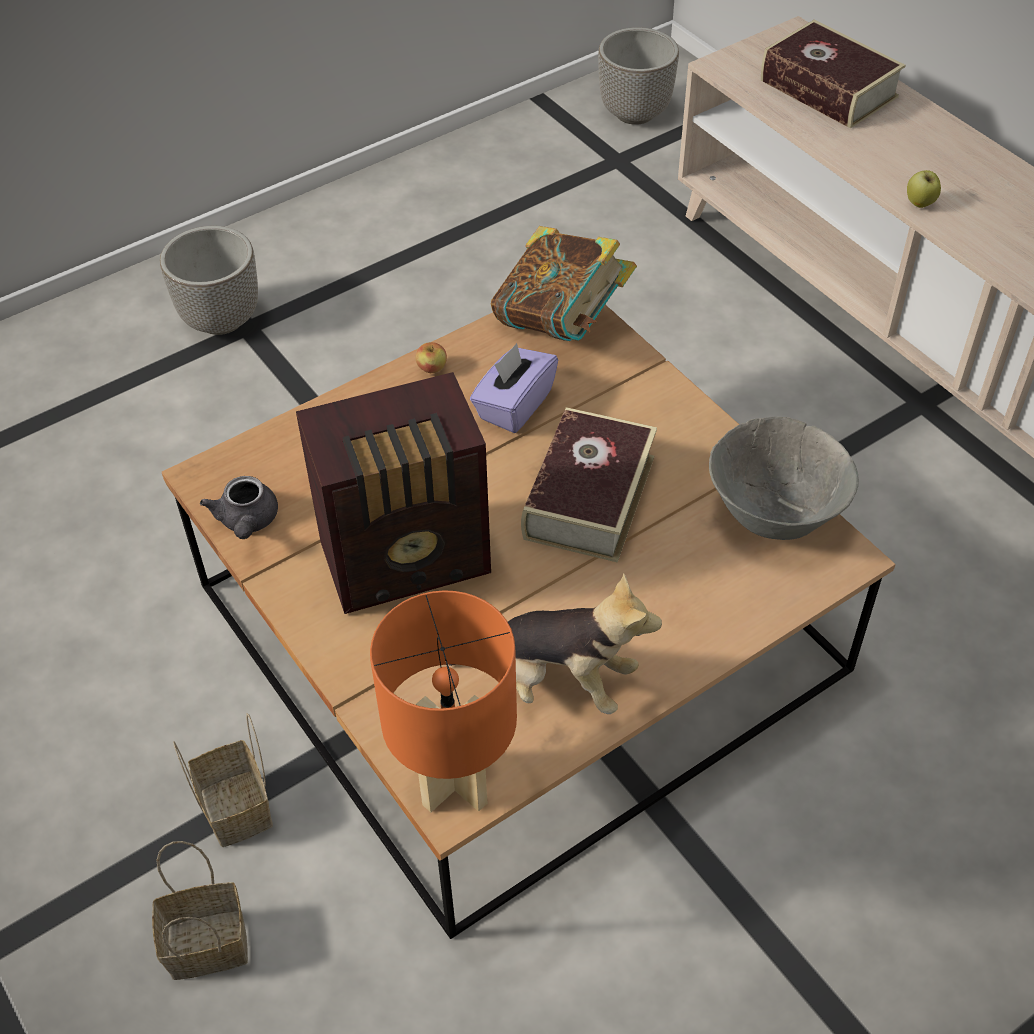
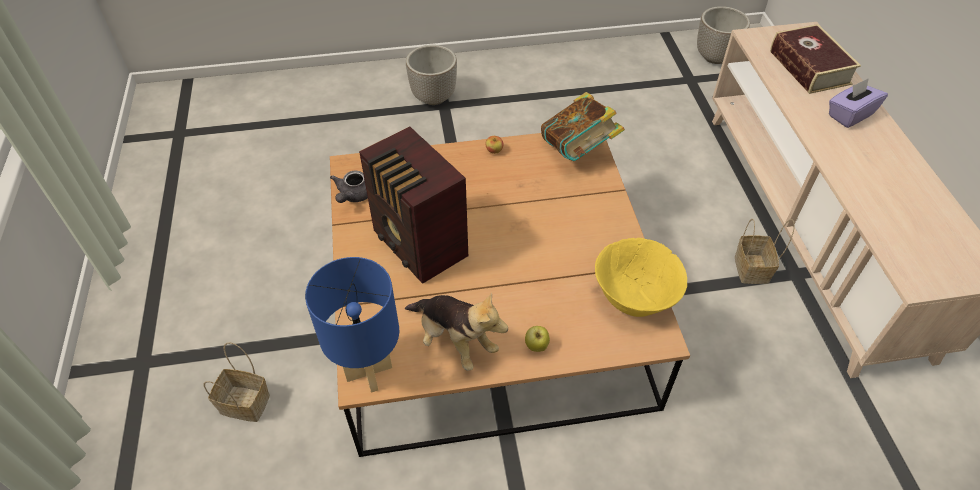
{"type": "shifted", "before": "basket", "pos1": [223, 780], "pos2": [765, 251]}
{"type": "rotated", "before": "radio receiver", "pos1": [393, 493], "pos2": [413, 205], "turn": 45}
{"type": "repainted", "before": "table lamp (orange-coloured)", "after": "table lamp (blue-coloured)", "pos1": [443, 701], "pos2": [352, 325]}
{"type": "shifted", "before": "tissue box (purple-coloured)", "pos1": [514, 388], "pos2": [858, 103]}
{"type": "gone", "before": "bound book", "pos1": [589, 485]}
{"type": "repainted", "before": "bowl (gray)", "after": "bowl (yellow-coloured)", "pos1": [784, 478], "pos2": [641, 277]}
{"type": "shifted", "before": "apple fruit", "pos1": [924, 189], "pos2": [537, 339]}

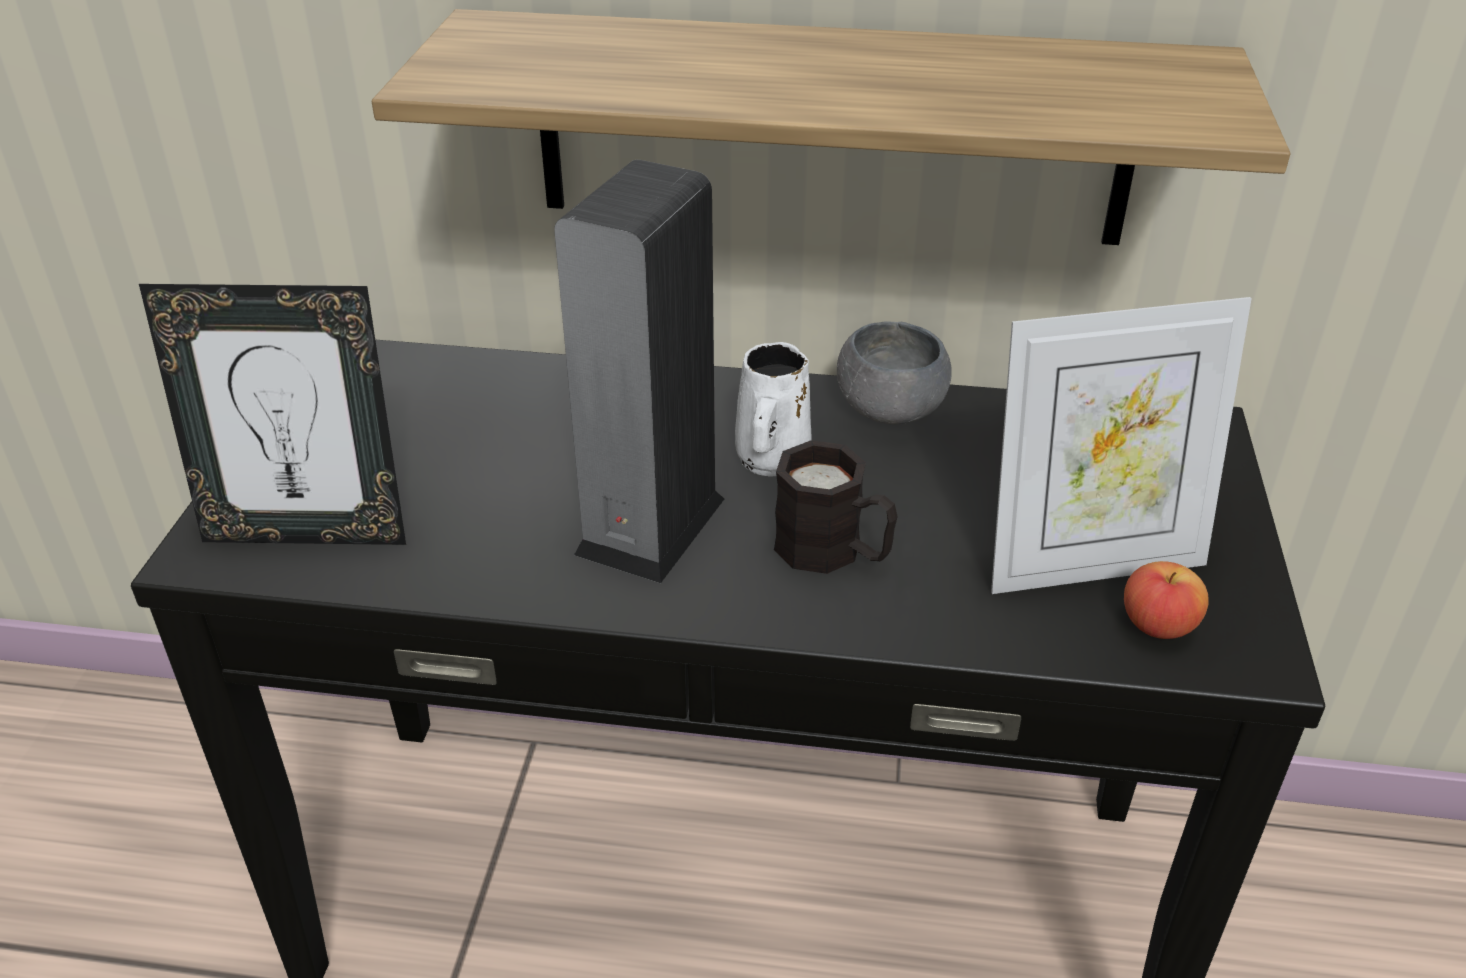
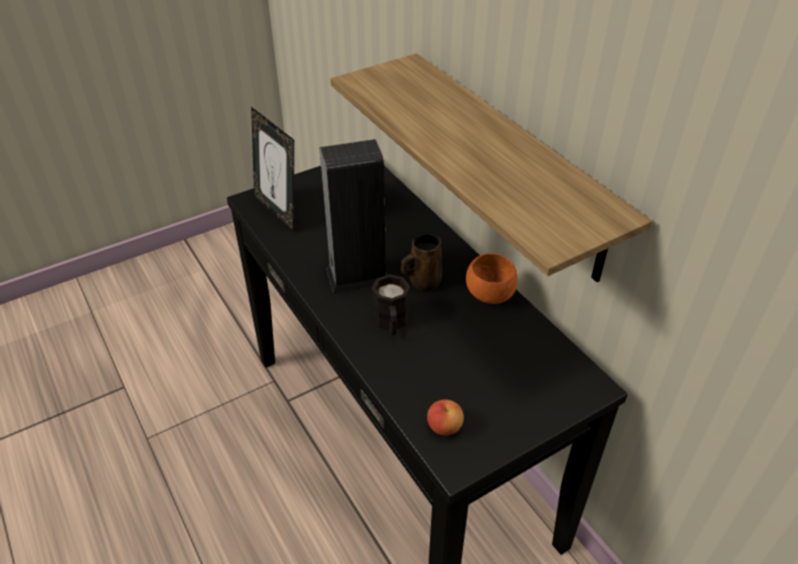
{"type": "repainted", "before": "mug (whitish)", "after": "mug (brown-coloured)", "pos1": [773, 409], "pos2": [421, 262]}
{"type": "repainted", "before": "bowl (gray)", "after": "bowl (orange-coloured)", "pos1": [894, 373], "pos2": [492, 278]}
{"type": "gone", "before": "picture frame", "pos1": [1121, 445]}

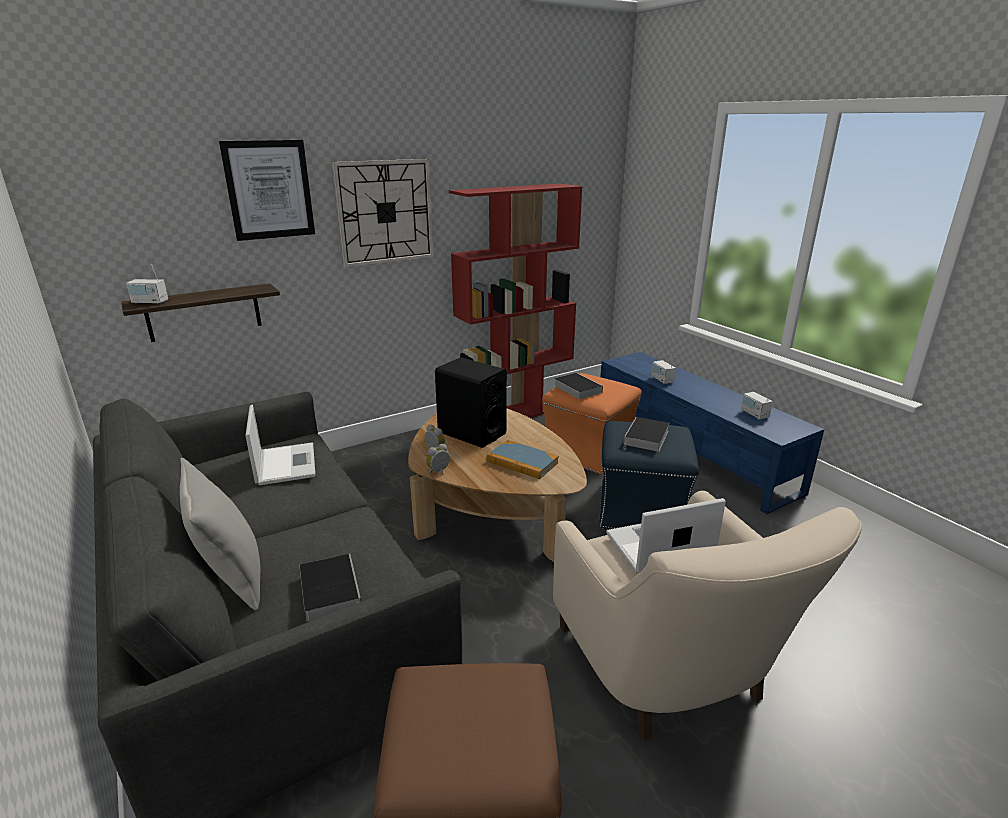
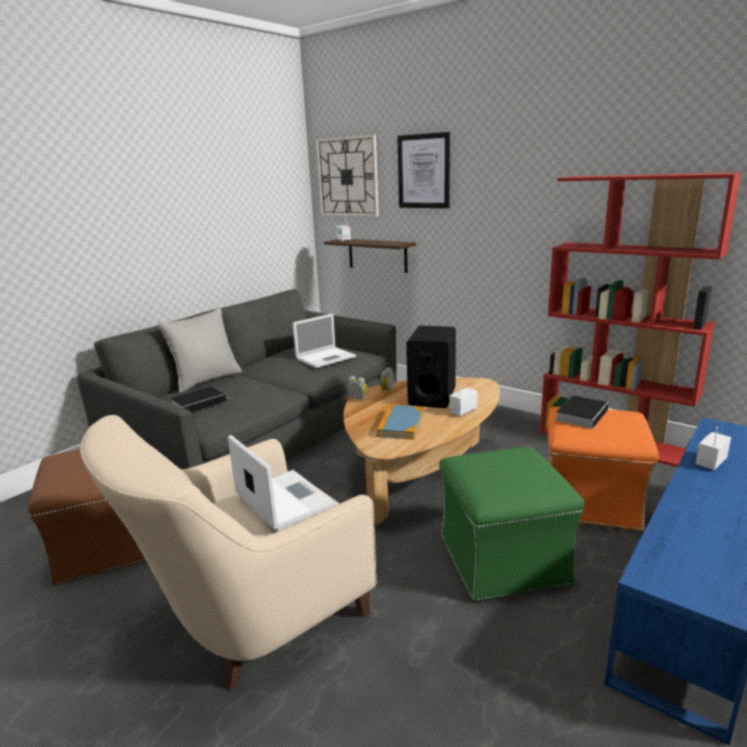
{"type": "shifted", "before": "hanging clock", "pos1": [383, 213], "pos2": [347, 175]}
{"type": "repainted", "before": "footrest (blue-coloured)", "after": "footrest (green)", "pos1": [649, 475], "pos2": [512, 524]}
{"type": "gone", "before": "bound book", "pos1": [646, 434]}
{"type": "shifted", "before": "radio receiver", "pos1": [757, 403], "pos2": [463, 398]}

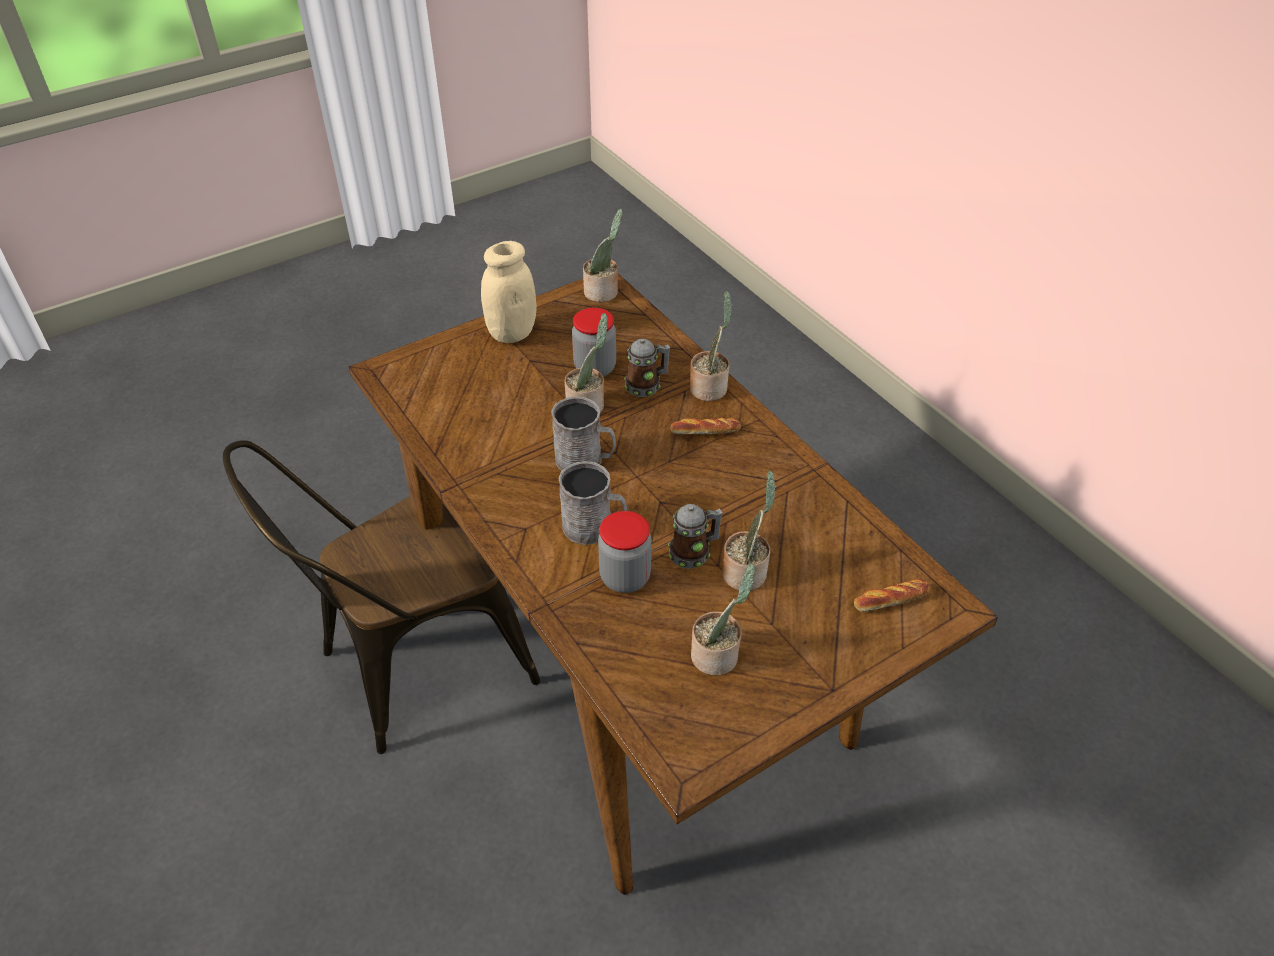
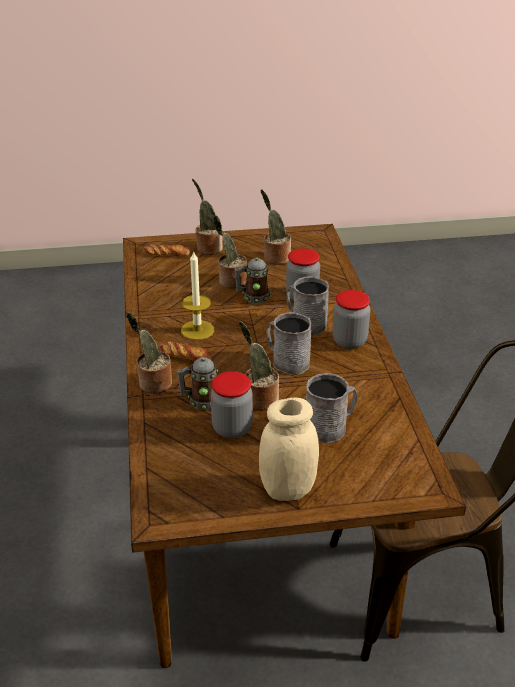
{"type": "shifted", "before": "houseplant", "pos1": [603, 255], "pos2": [207, 217]}
{"type": "new", "after": "candle", "pos2": [197, 295]}
{"type": "new", "after": "mug (gray)", "pos2": [331, 408]}
{"type": "new", "after": "jar", "pos2": [351, 319]}

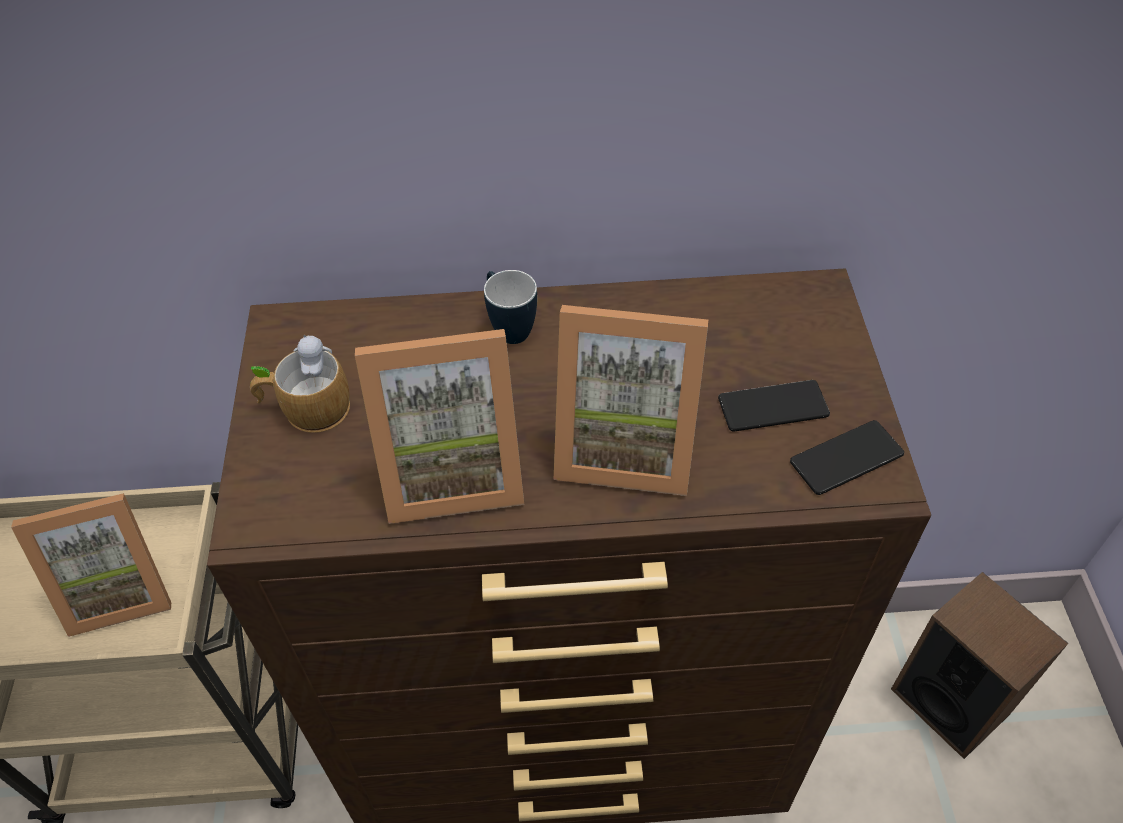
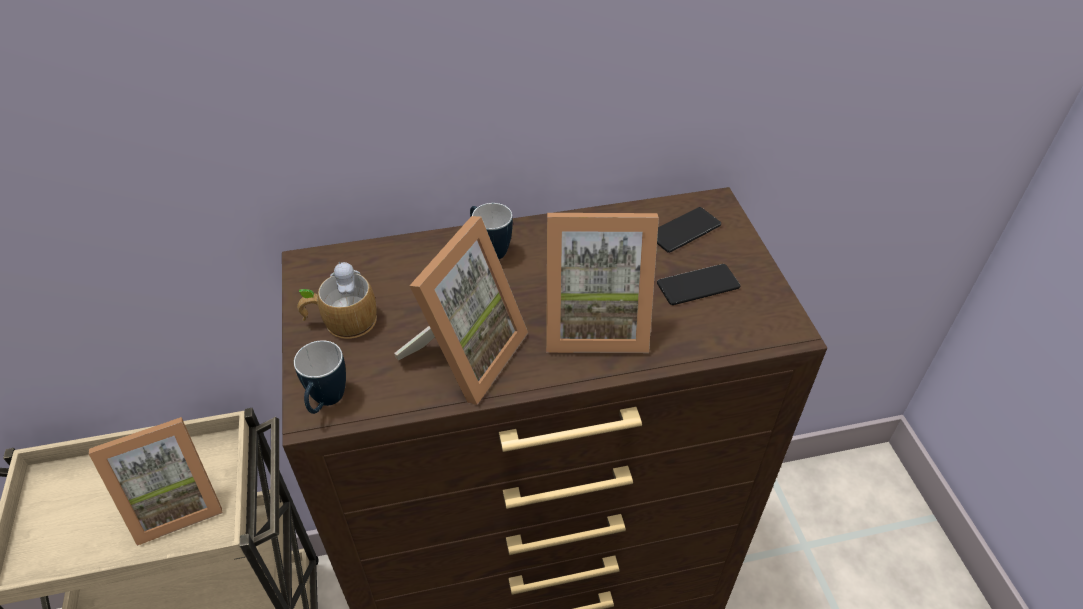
{"type": "rotated", "before": "picture frame", "pos1": [439, 426], "pos2": [461, 310], "turn": -45}
{"type": "shifted", "before": "handset", "pos1": [847, 457], "pos2": [689, 230]}
{"type": "gone", "before": "speaker", "pos1": [979, 665]}
{"type": "new", "after": "mug", "pos2": [320, 377]}

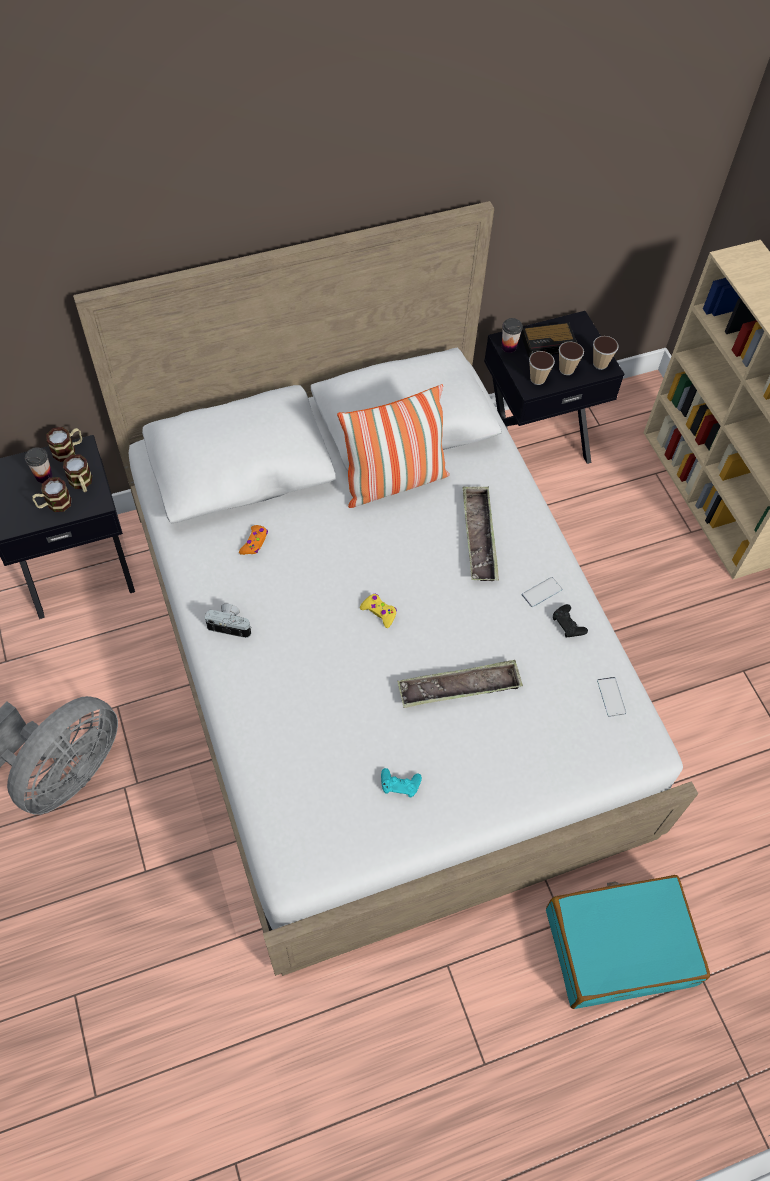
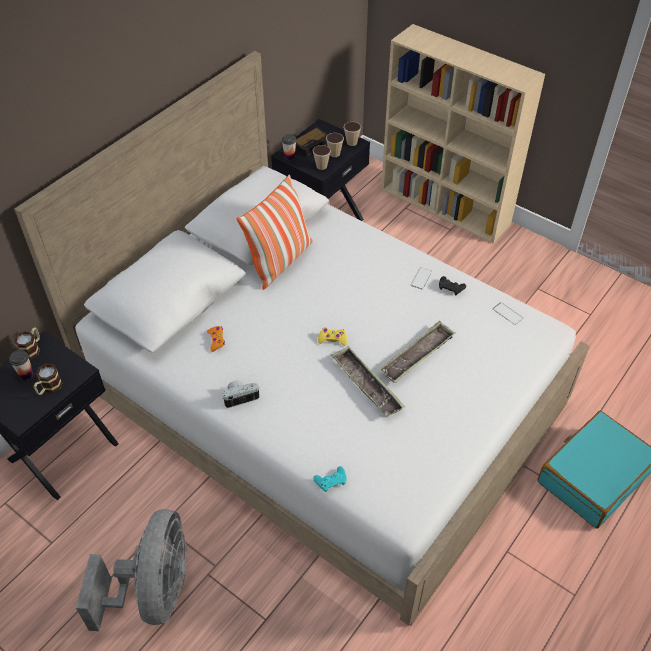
{"type": "gone", "before": "mug", "pos1": [77, 473]}
{"type": "shifted", "before": "joypad (blue-green)", "pos1": [401, 782], "pos2": [330, 479]}
{"type": "shifted", "before": "carrying tray", "pos1": [480, 533], "pos2": [368, 381]}

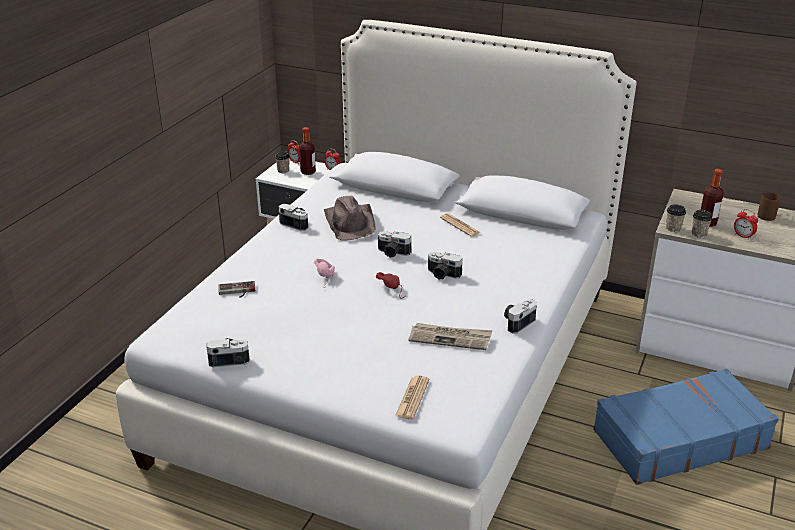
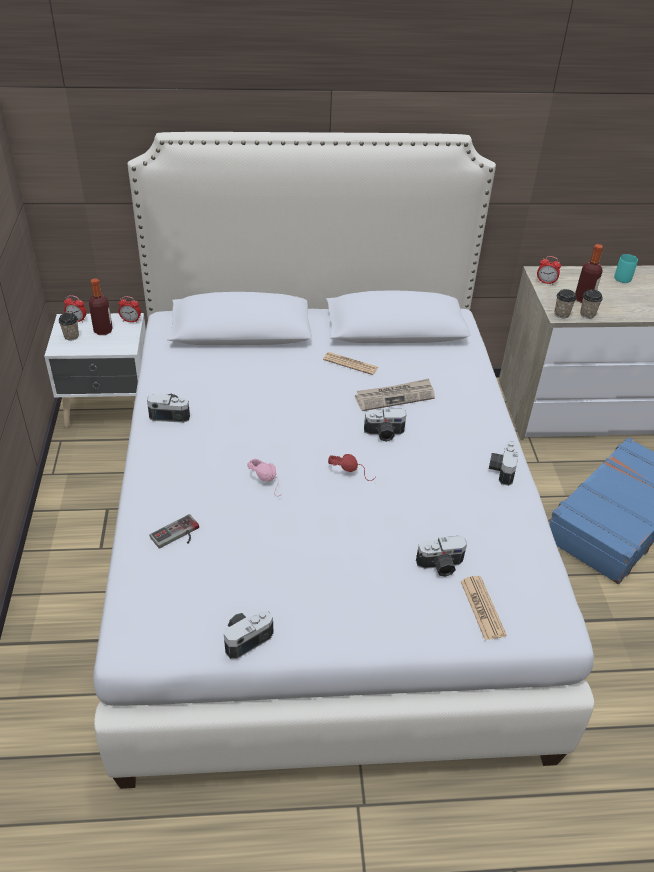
{"type": "gone", "before": "hat (brown-coloured)", "pos1": [350, 218]}
{"type": "shifted", "before": "photo camera", "pos1": [394, 244], "pos2": [441, 556]}
{"type": "shifted", "before": "newspaper", "pos1": [450, 336], "pos2": [395, 394]}
{"type": "shifted", "before": "bedside clock", "pos1": [746, 224], "pos2": [549, 270]}
{"type": "repainted", "before": "mug (brown-coloured)", "after": "mug (blue-green)", "pos1": [769, 206], "pos2": [626, 268]}

